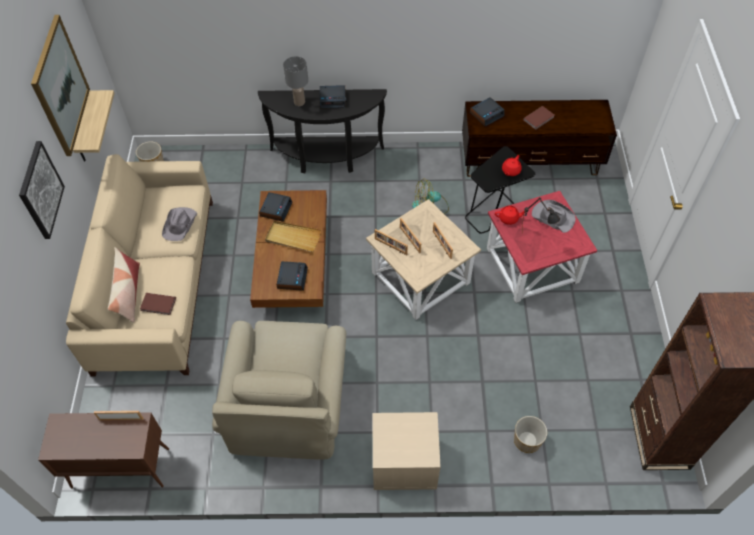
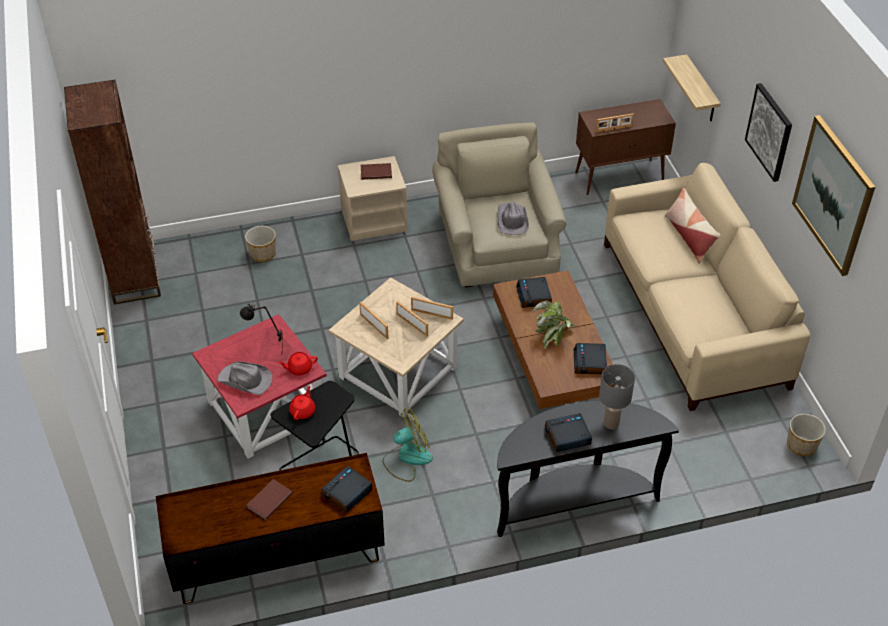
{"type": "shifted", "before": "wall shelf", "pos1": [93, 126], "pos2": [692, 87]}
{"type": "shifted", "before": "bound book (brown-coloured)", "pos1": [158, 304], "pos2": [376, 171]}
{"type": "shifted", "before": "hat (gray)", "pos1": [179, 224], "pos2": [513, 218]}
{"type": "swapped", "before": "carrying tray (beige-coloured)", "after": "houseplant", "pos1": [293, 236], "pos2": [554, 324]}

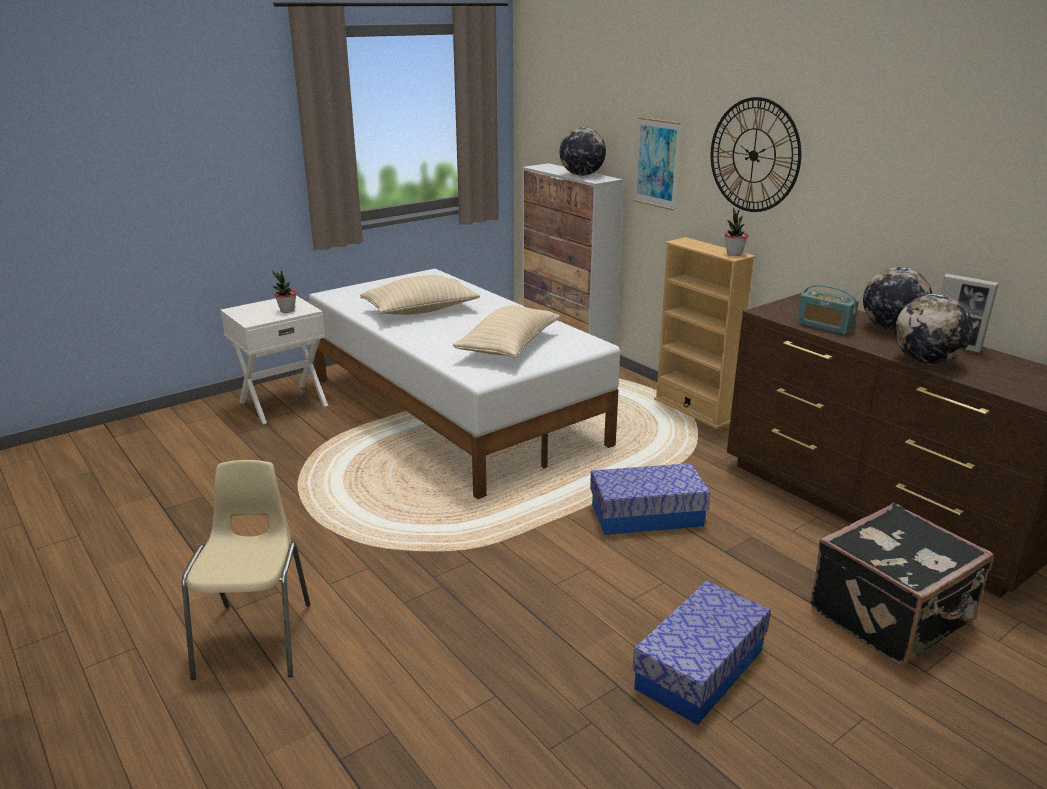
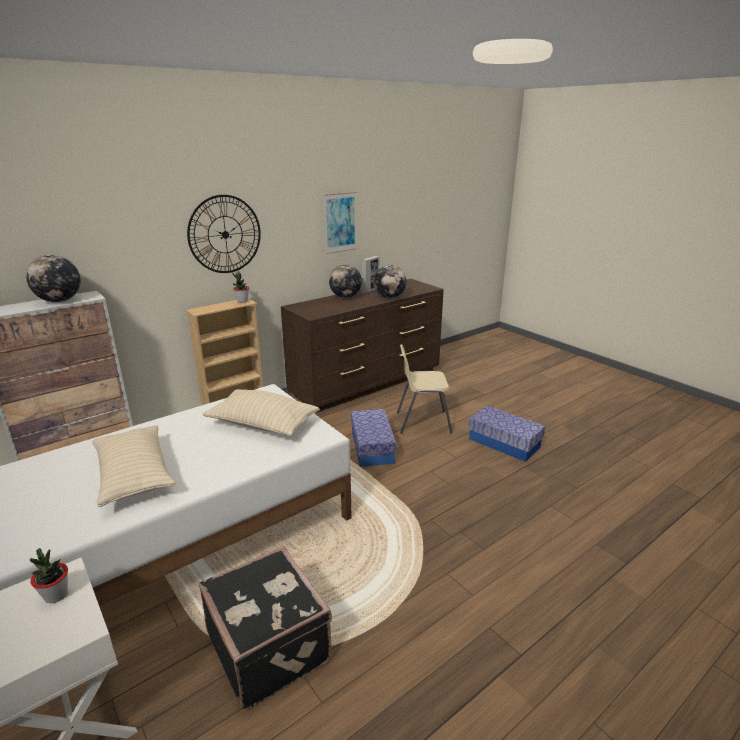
{"type": "shifted", "before": "plain chair (beige-coloured)", "pos1": [246, 570], "pos2": [425, 389]}
{"type": "shifted", "before": "picture", "pos1": [657, 164], "pos2": [340, 223]}
{"type": "gone", "before": "radio receiver", "pos1": [828, 309]}
{"type": "shifted", "before": "piece of luggage (black-coloured)", "pos1": [902, 584], "pos2": [265, 628]}

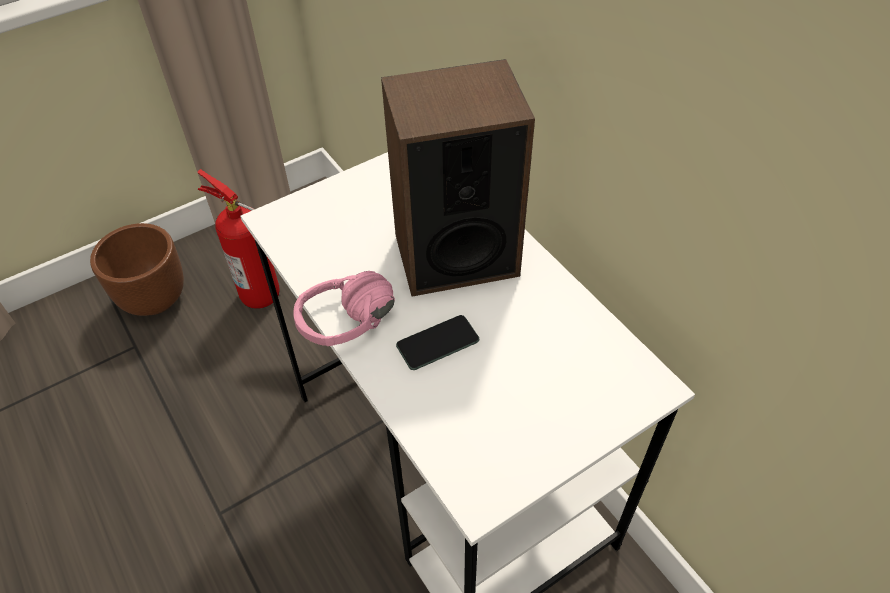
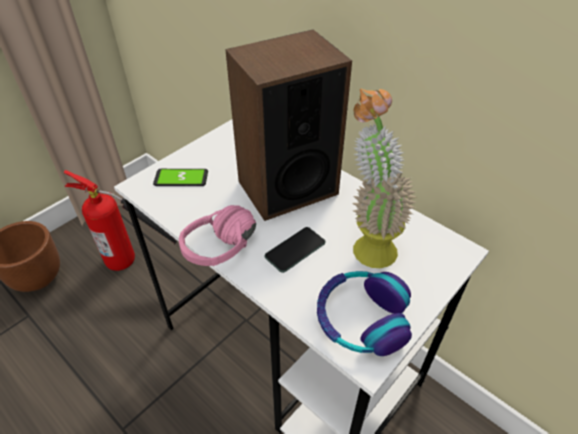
{"type": "new", "after": "handset", "pos2": [180, 177]}
{"type": "new", "after": "pair of headphones", "pos2": [364, 313]}
{"type": "new", "after": "houseplant", "pos2": [384, 178]}

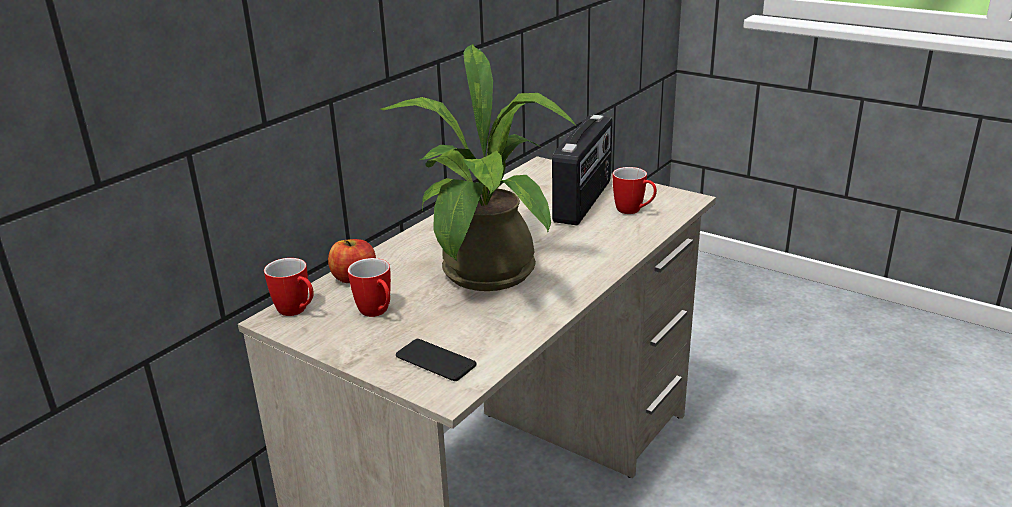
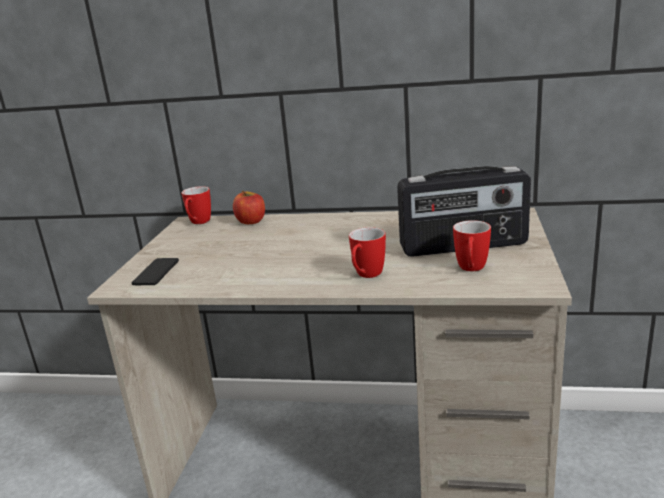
{"type": "shifted", "before": "mug", "pos1": [369, 287], "pos2": [367, 252]}
{"type": "gone", "before": "houseplant", "pos1": [478, 167]}

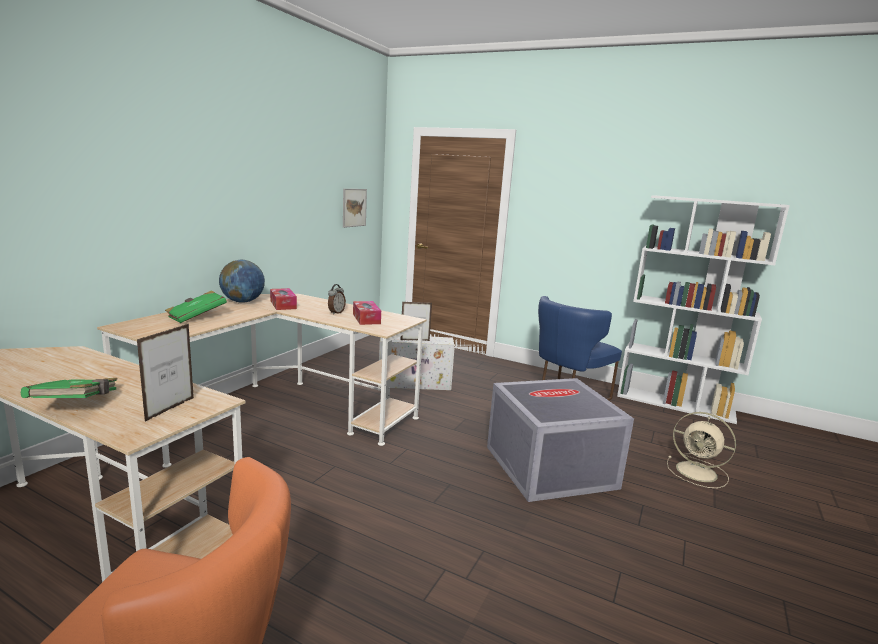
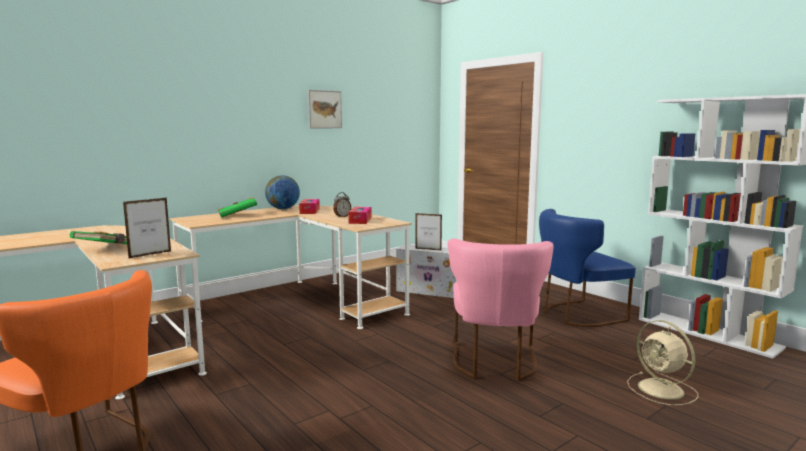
{"type": "shifted", "before": "picture", "pos1": [355, 208], "pos2": [325, 109]}
{"type": "swapped", "before": "storage bin (gray)", "after": "plain chair (pinkish)", "pos1": [560, 440], "pos2": [501, 309]}

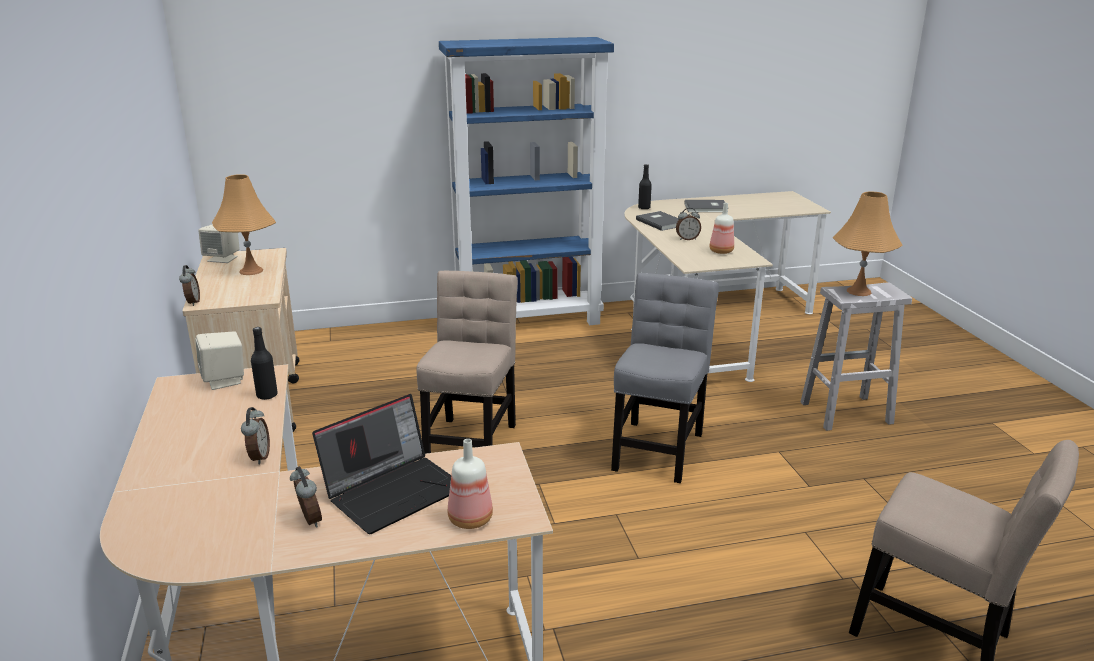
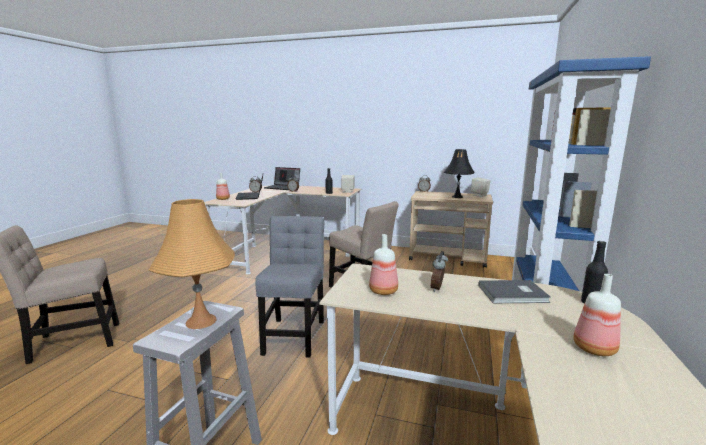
{"type": "repainted", "before": "table lamp (orange-coloured)", "after": "table lamp (black-coloured)", "pos1": [244, 224], "pos2": [459, 173]}
{"type": "rotated", "before": "plain chair (gray)", "pos1": [665, 378], "pos2": [289, 286], "turn": -135}
{"type": "swapped", "before": "bound book (gray)", "after": "drink bottle", "pos1": [705, 206], "pos2": [597, 315]}
{"type": "new", "after": "laptop", "pos2": [282, 178]}

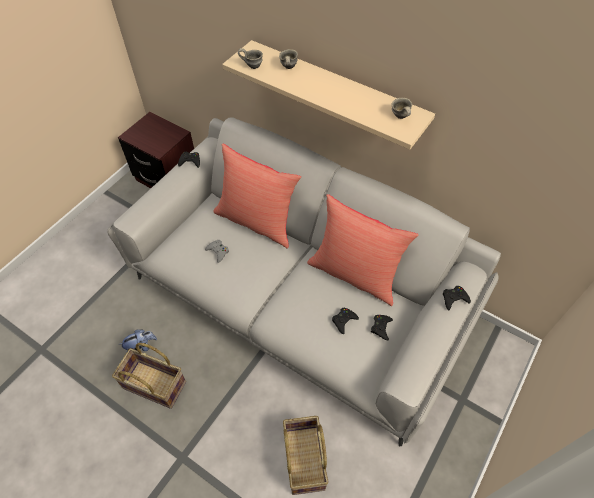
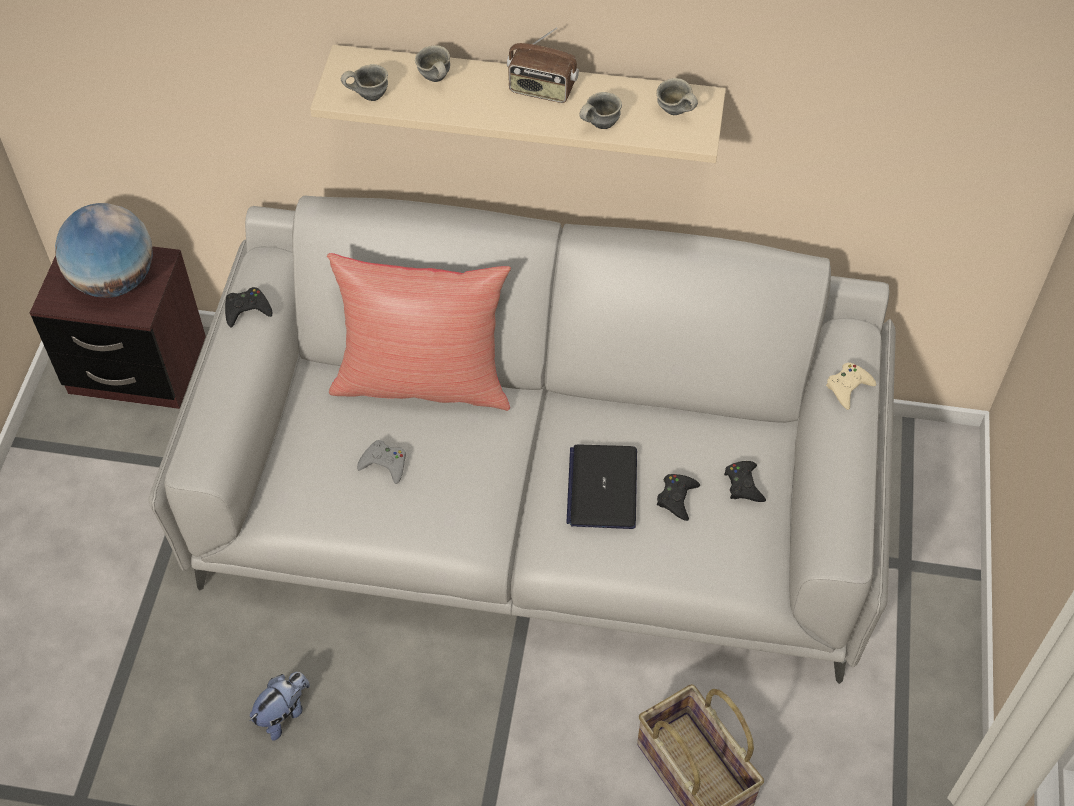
{"type": "gone", "before": "basket", "pos1": [149, 376]}
{"type": "gone", "before": "cushion (red-coloured)", "pos1": [362, 250]}
{"type": "repainted", "before": "joypad (black-coloured)", "after": "joypad (beige-coloured)", "pos1": [457, 298], "pos2": [851, 386]}
{"type": "new", "after": "globe", "pos2": [104, 250]}
{"type": "new", "after": "radio receiver", "pos2": [543, 65]}
{"type": "new", "after": "laptop", "pos2": [601, 486]}
{"type": "new", "after": "mug (gray)", "pos2": [600, 110]}

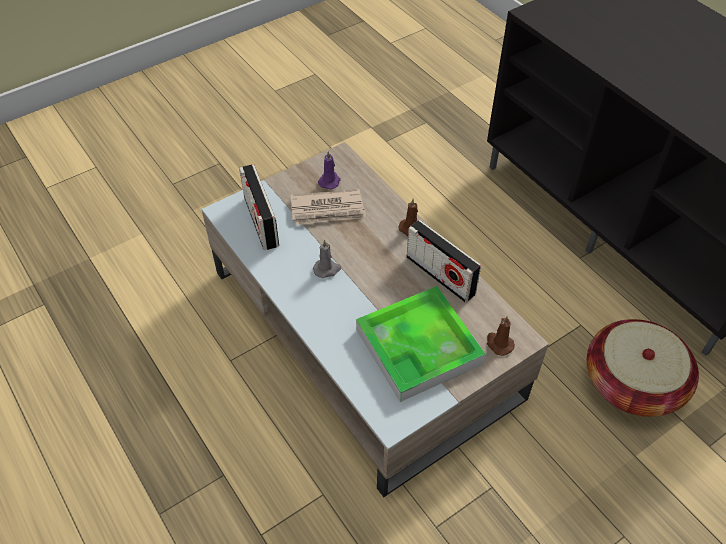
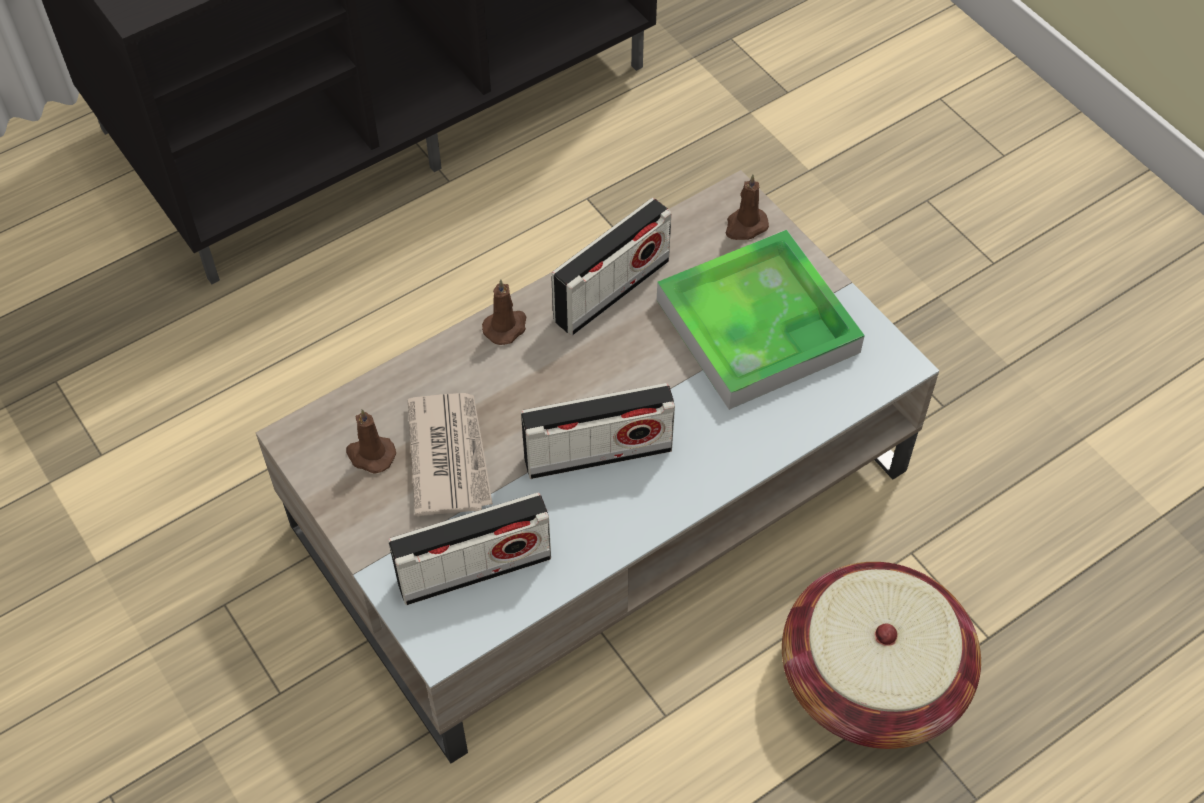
{"type": "swapped", "before": "candle (gray)", "after": "radio receiver", "pos1": [327, 258], "pos2": [598, 431]}
{"type": "repainted", "before": "candle (purple-coloured)", "after": "candle (brown-coloured)", "pos1": [329, 170], "pos2": [371, 441]}
{"type": "shifted", "before": "basket", "pos1": [643, 368], "pos2": [881, 655]}

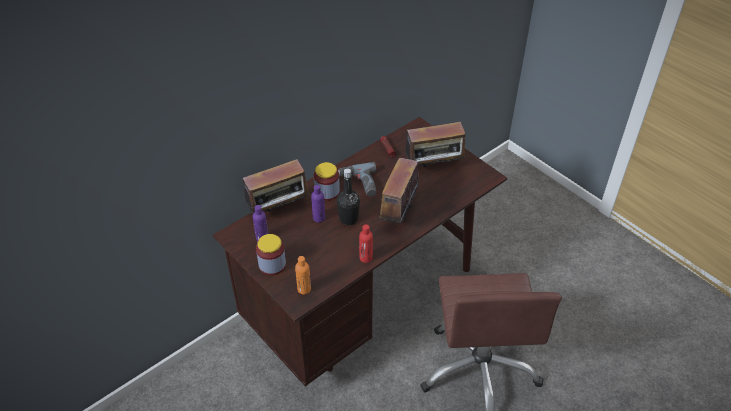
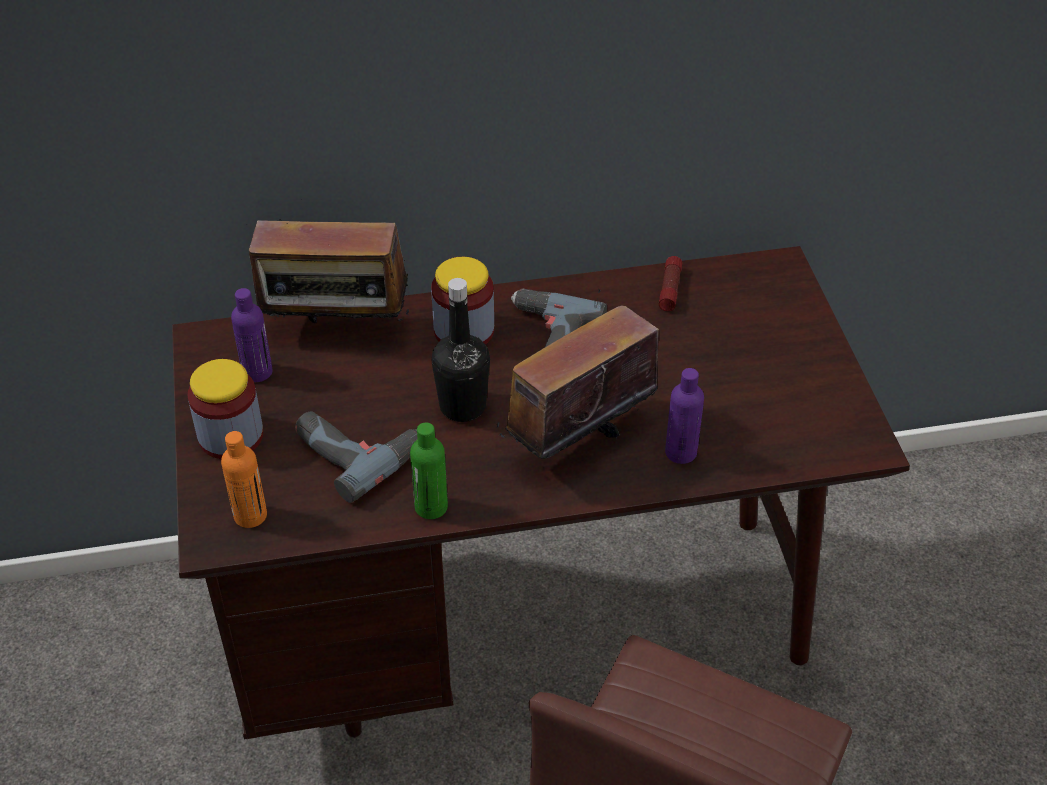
{"type": "shifted", "before": "drink bottle (purple-coloured)", "pos1": [318, 203], "pos2": [684, 416]}
{"type": "repainted", "before": "drink bottle (red-coloured)", "after": "drink bottle (green)", "pos1": [366, 243], "pos2": [429, 470]}
{"type": "gone", "before": "radio receiver", "pos1": [434, 144]}
{"type": "new", "after": "electric drill", "pos2": [356, 457]}

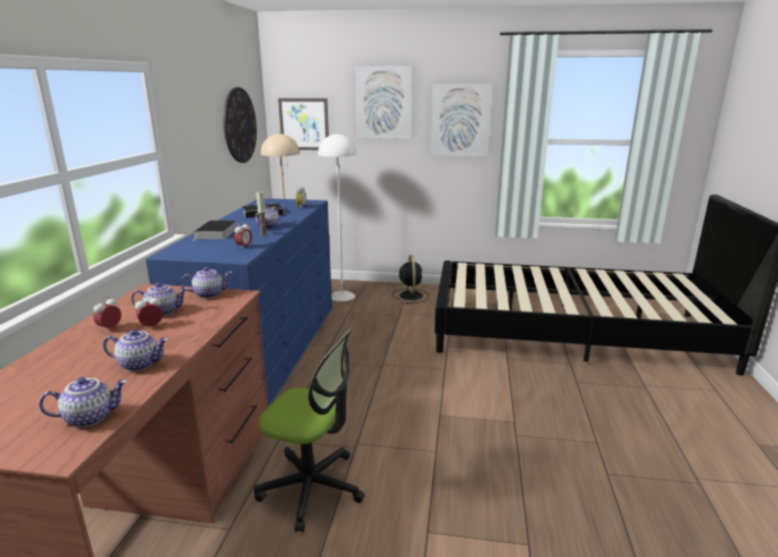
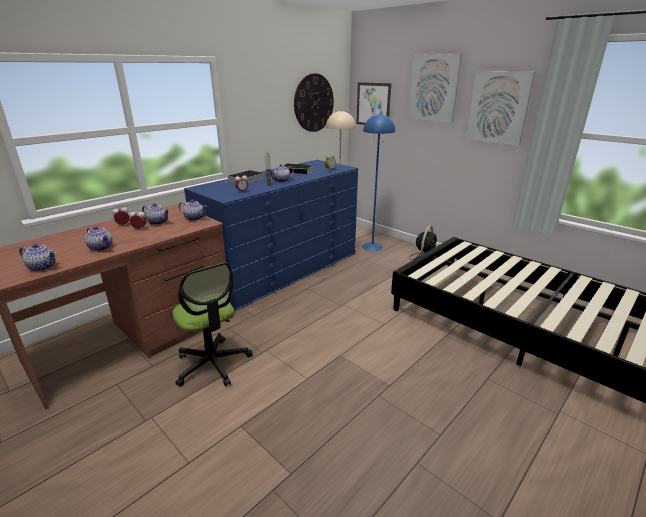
{"type": "repainted", "before": "standing lamp (whitish)", "after": "standing lamp (blue-coloured)", "pos1": [337, 217], "pos2": [378, 182]}

